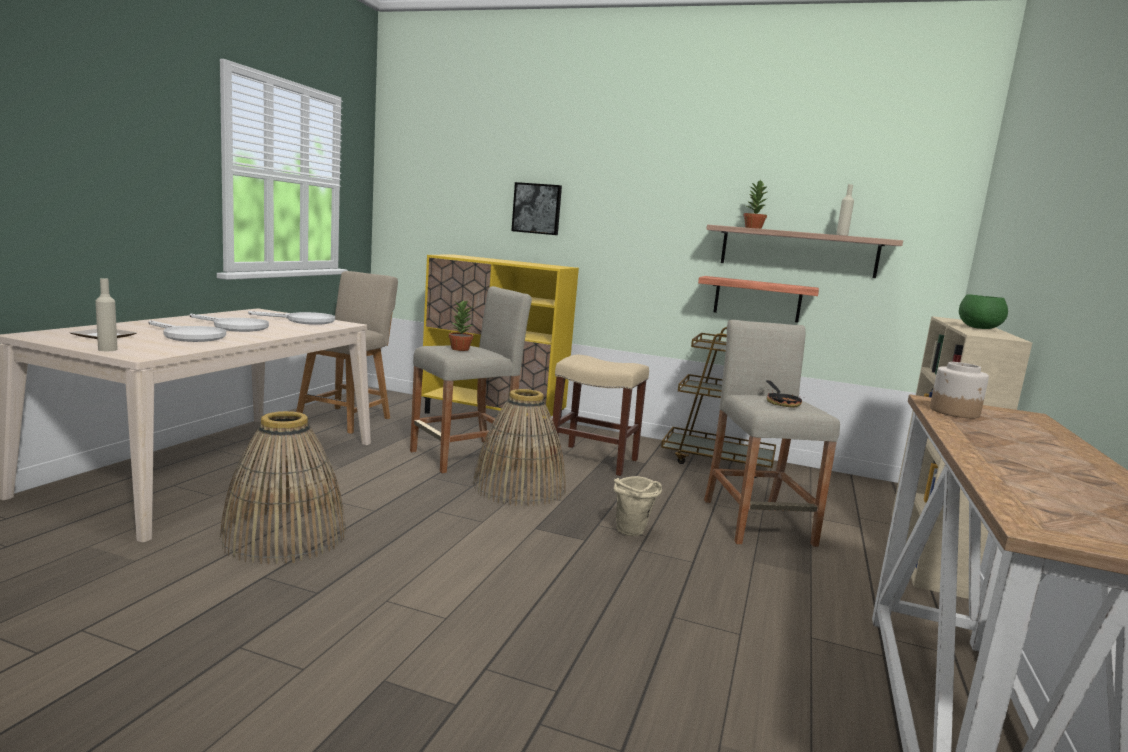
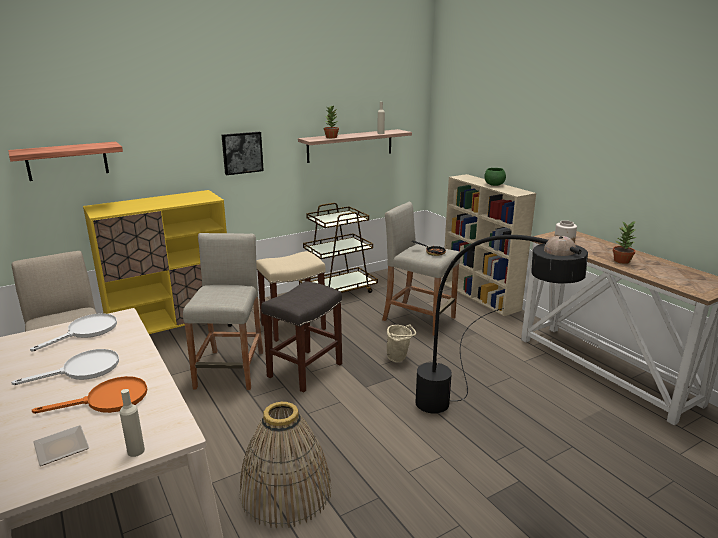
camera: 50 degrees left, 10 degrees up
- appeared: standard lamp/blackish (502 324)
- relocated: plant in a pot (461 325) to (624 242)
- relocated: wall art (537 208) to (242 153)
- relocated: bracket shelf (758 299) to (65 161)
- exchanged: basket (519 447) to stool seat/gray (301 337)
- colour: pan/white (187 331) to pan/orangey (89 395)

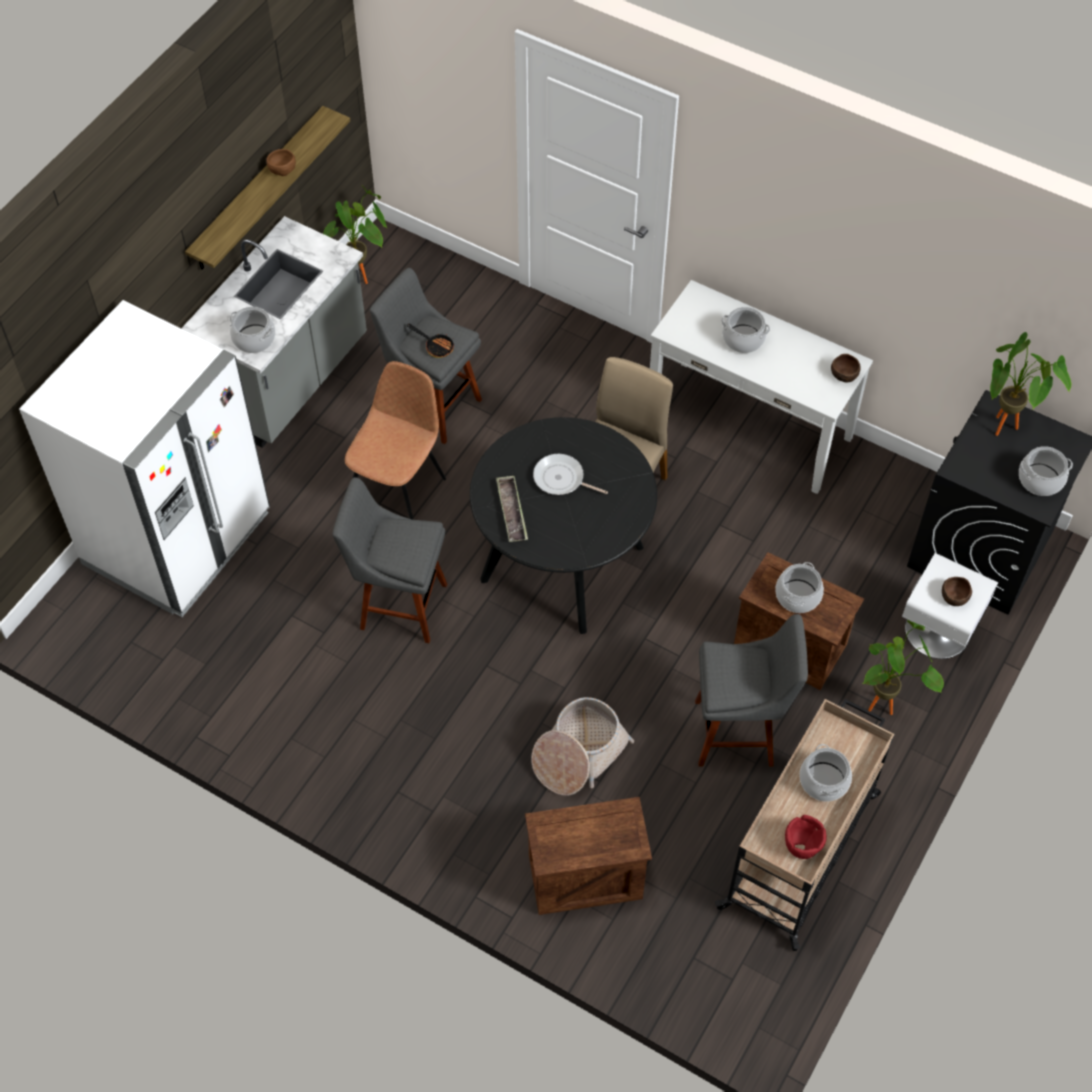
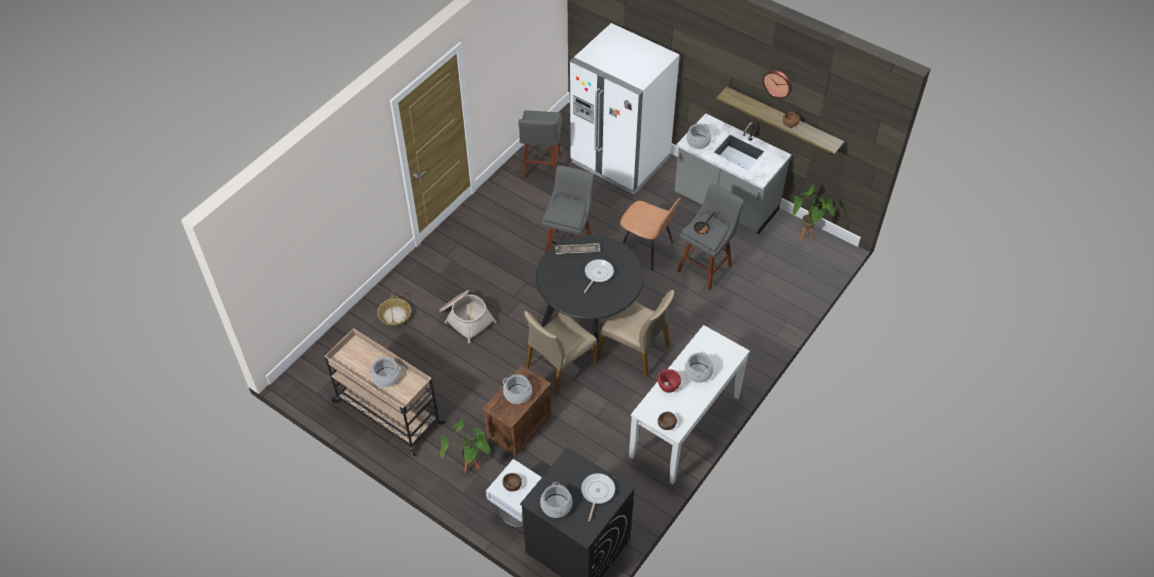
camera: 95 degrees right, 5 degrees down
- appeared: plain chair/beige (561 353)
- appeared: hanging clock (777 84)
- relocated: stool seat/gray (751 690) to (540 144)
- relocated: serving bowl/red-coloured (806 837) to (669 381)
- exchanged: packing crate (588 856) to basket (394 309)
- exchanged: plant in a pot (1031 384) to pan (598 497)

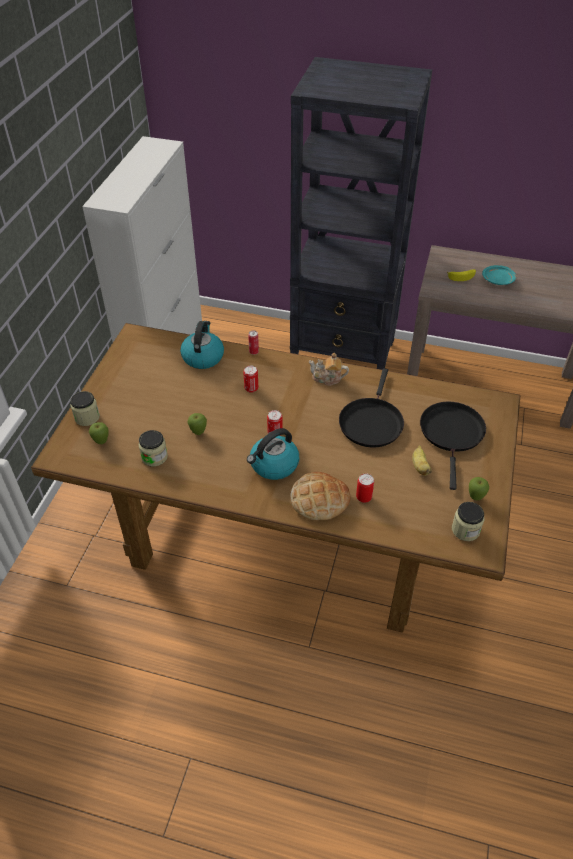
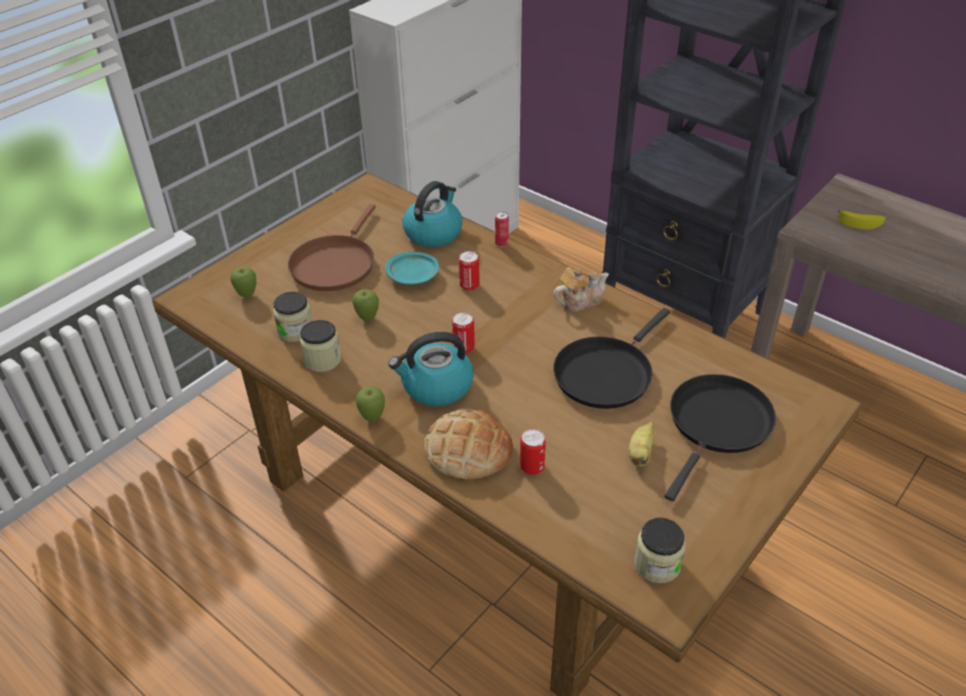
camera: 25 degrees right, 5 degrees down
- appeared: pan/brown (332 247)
- relocated: storage jar (85 408) to (320 346)
- relocated: whole apple (479 488) to (370 404)
- relocated: flat dish/blue-green (499 275) to (412 268)
- spun: tea pot (329 369) = (581 289) 120 degrees clockwise

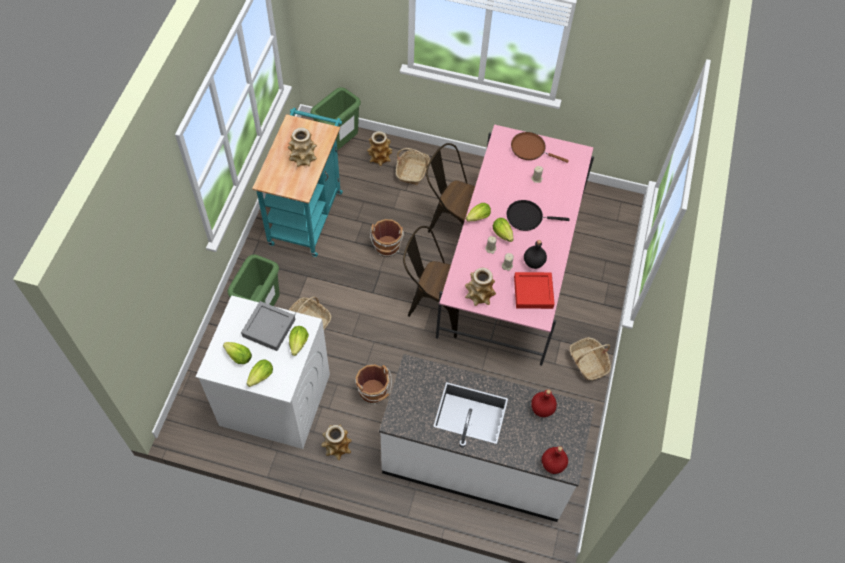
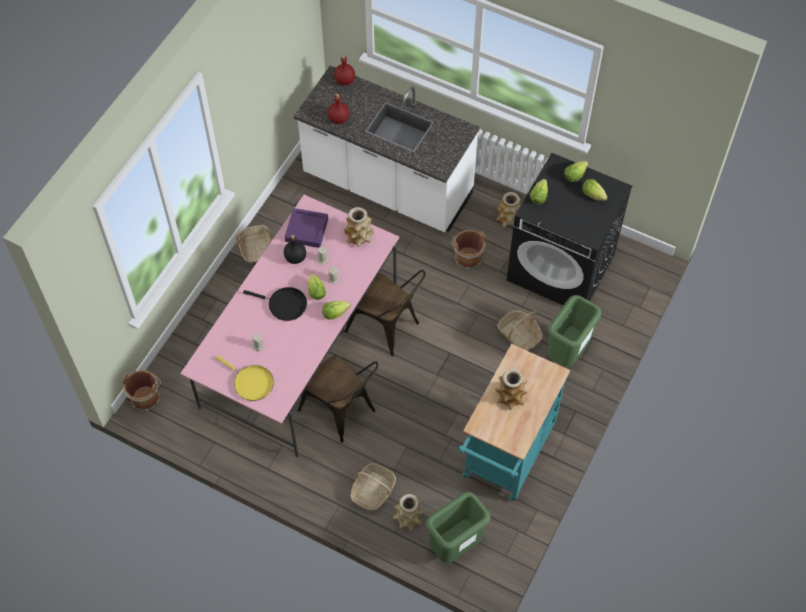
camera: 165 degrees left, 0 degrees up
- missing: tray/gray (268 326)
- relocated: pail/brown (387 238) to (141 390)
- colour: washing machine/white (263 372) to washing machine/blackish (569 229)
- colour: pan/brown (540 147) to pan/yellow-coloured (245 378)
- colour: tray/red-coloured (534 290) to tray/purple-coloured (306 228)

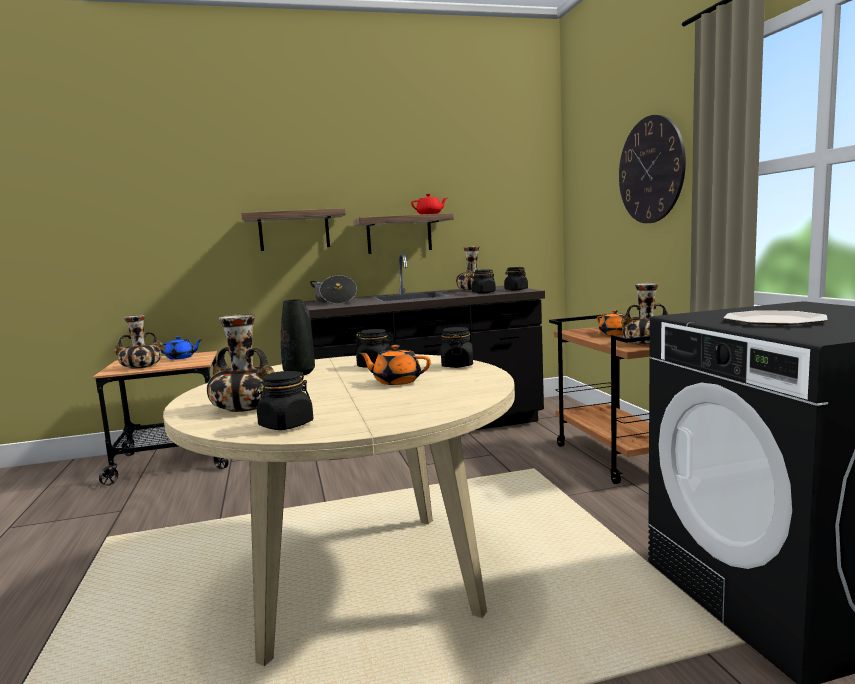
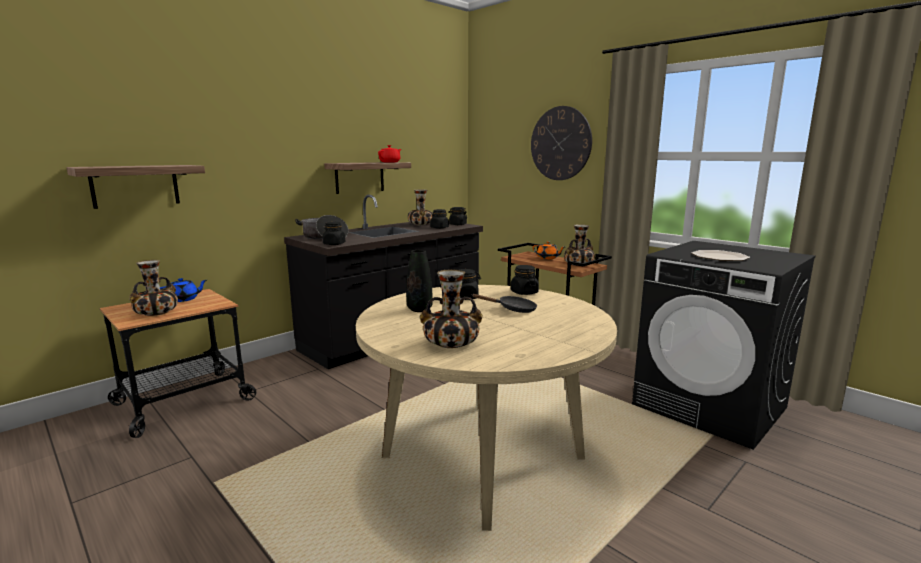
camera: 30 degrees left, 5 degrees up
- relocated: bracket shelf (293 229) to (135 187)
- relocated: storage jar/blackish (284 400) to (333 233)
- exchanged: tea pot/orangey (395 365) to pan/blackish (504 303)

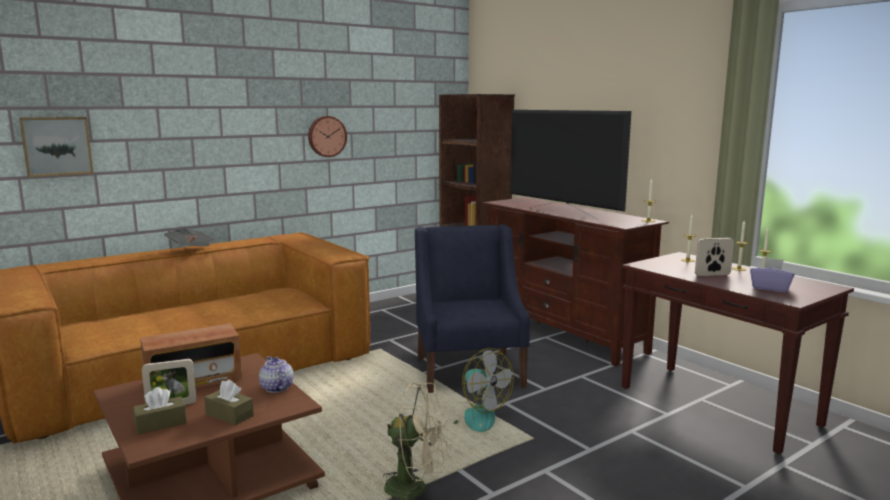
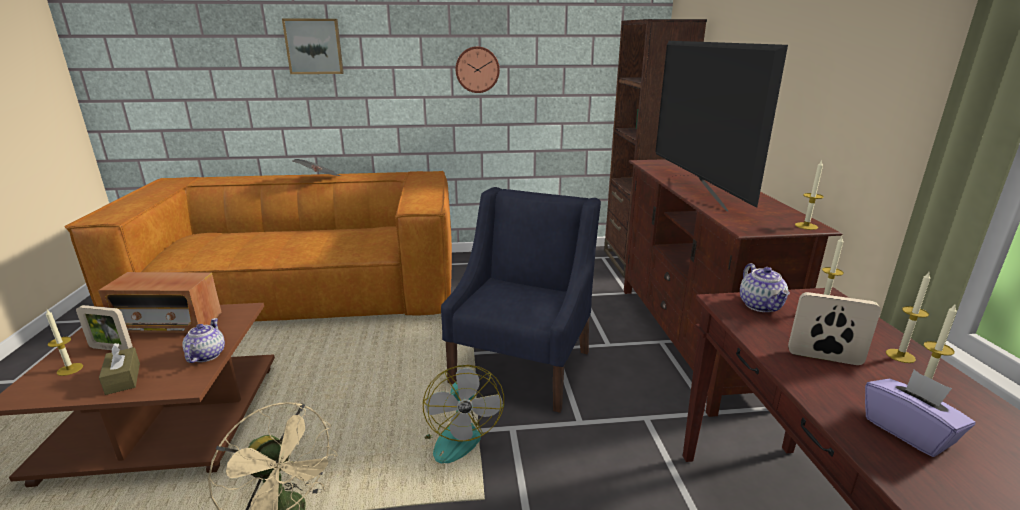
camera: 30 degrees right, 10 degrees up
- appeared: tea pot (765 287)
- relocated: wall art (56 147) to (313 46)
- exchanged: tissue box/brown (160 410) to wax candle (64 343)

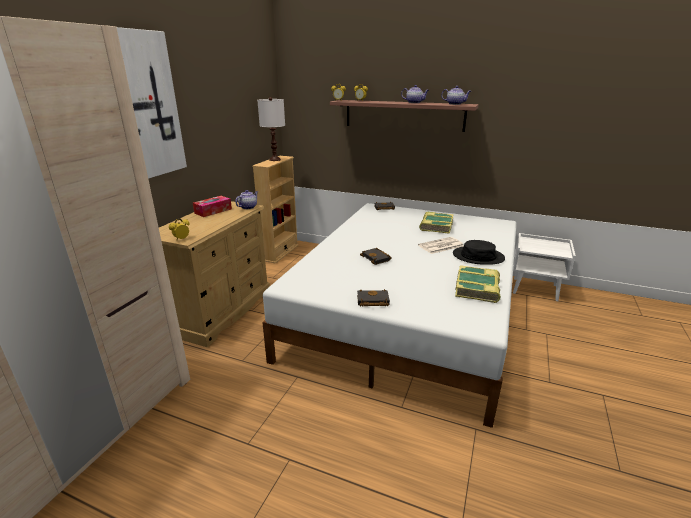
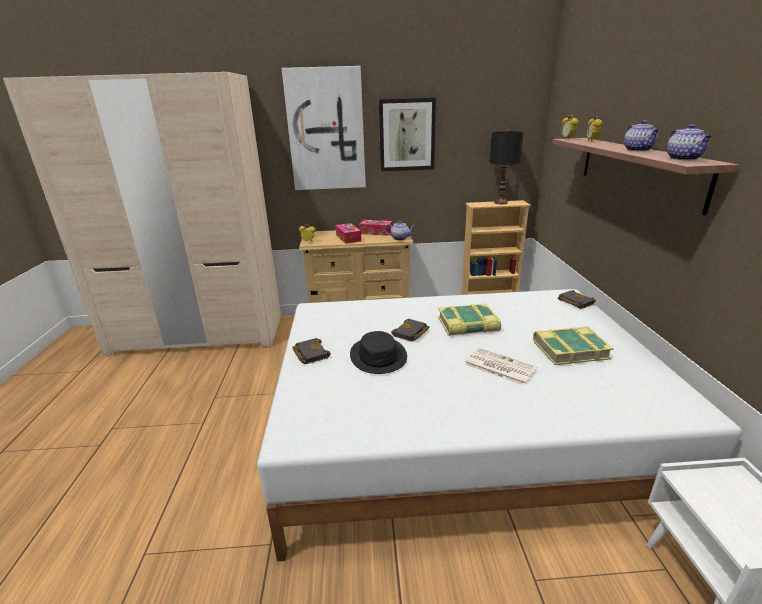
camera: 65 degrees right, 0 degrees up
- appeared: tissue box (348 233)
- appeared: wall art (407 134)
- relocated: clothing hat/blackish (479 252) to (378 352)
- relocated: volume (478 284) to (469 320)
- colour: tabletop lamp/white (271 129) to tabletop lamp/blackish (506 166)

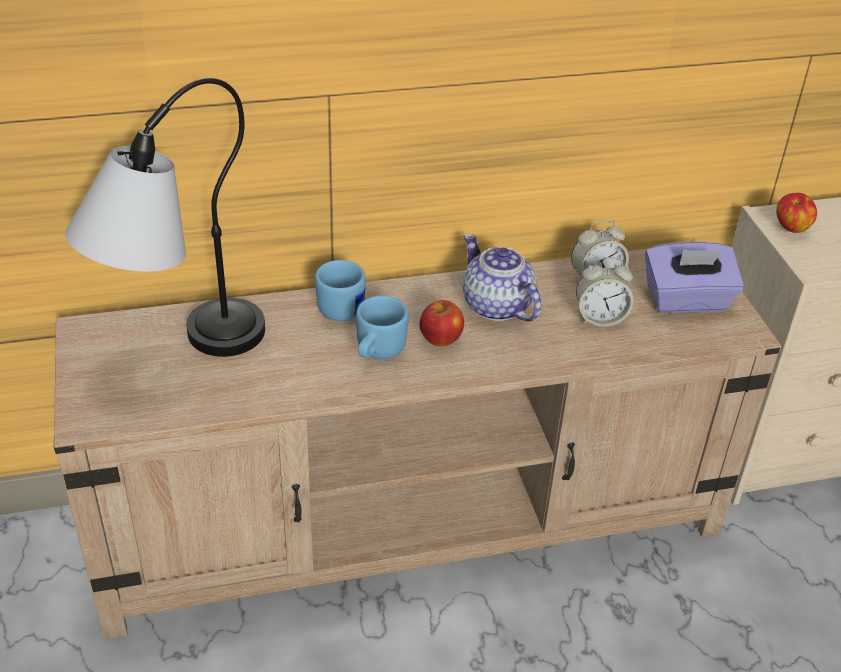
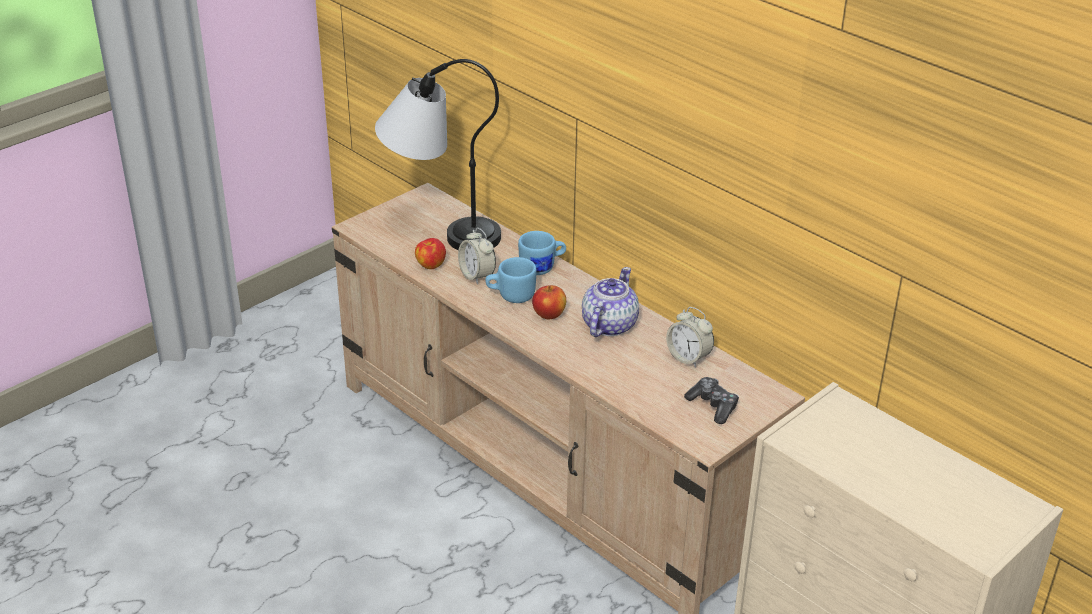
camera: 60 degrees right, 5 degrees down
- relocated: bedside clock (605 292) to (477 256)
- relocated: whole apple (796 213) to (430 253)
- exchanged: tissue box/purple-coloured (694 277) to joypad (711 400)

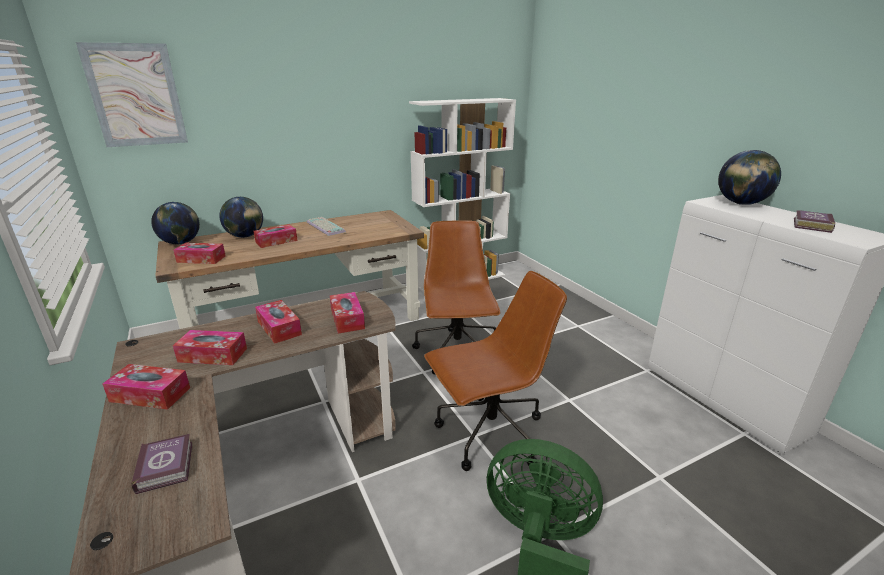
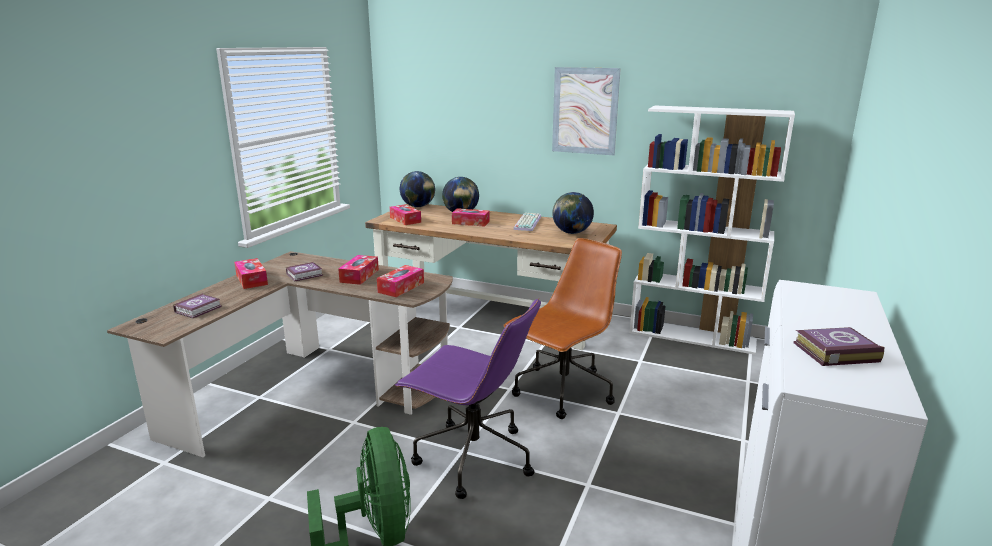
camera: 50 degrees right, 5 degrees down
- relocated: wall art (132 94) to (586 111)
- relocated: globe (749 177) to (573 213)
- exchanged: tissue box (210 347) to volume (304 272)
- colour: office chair/brown (495 371) to office chair/purple-coloured (468 398)

